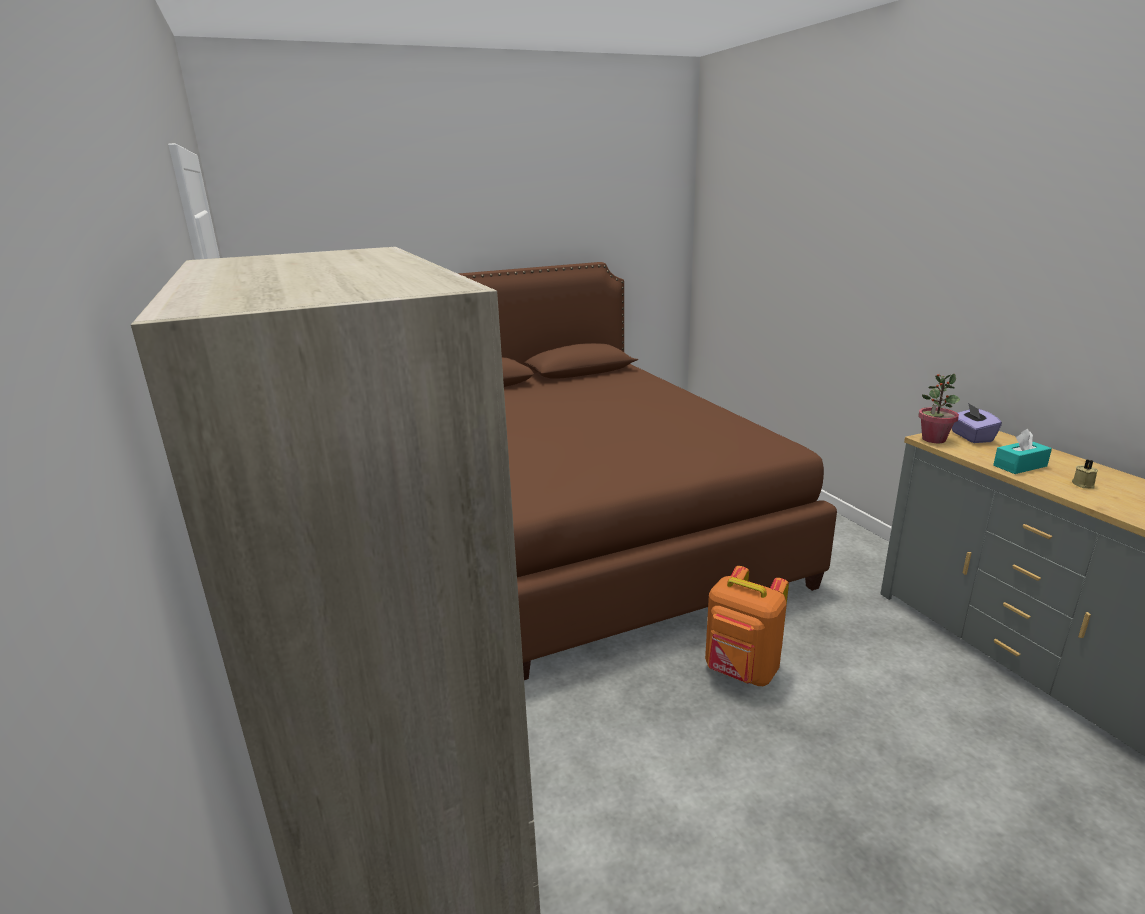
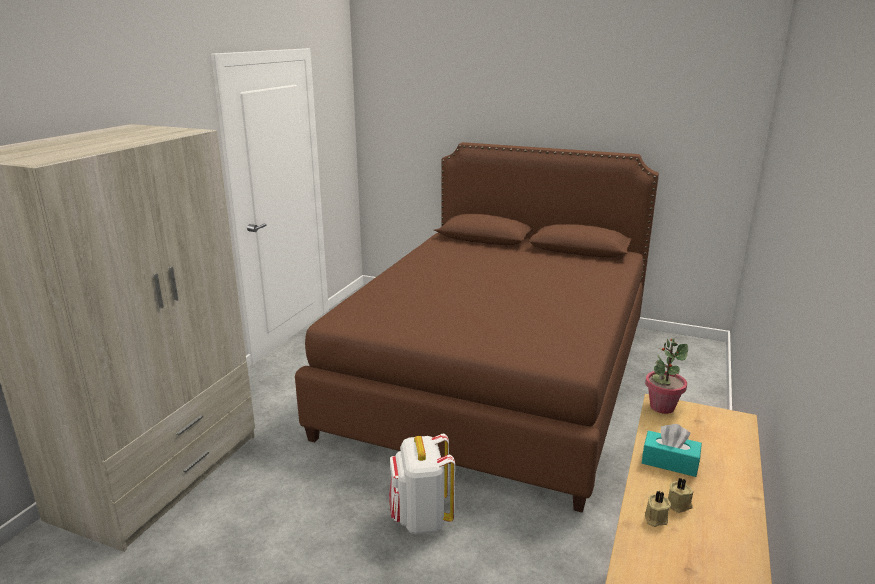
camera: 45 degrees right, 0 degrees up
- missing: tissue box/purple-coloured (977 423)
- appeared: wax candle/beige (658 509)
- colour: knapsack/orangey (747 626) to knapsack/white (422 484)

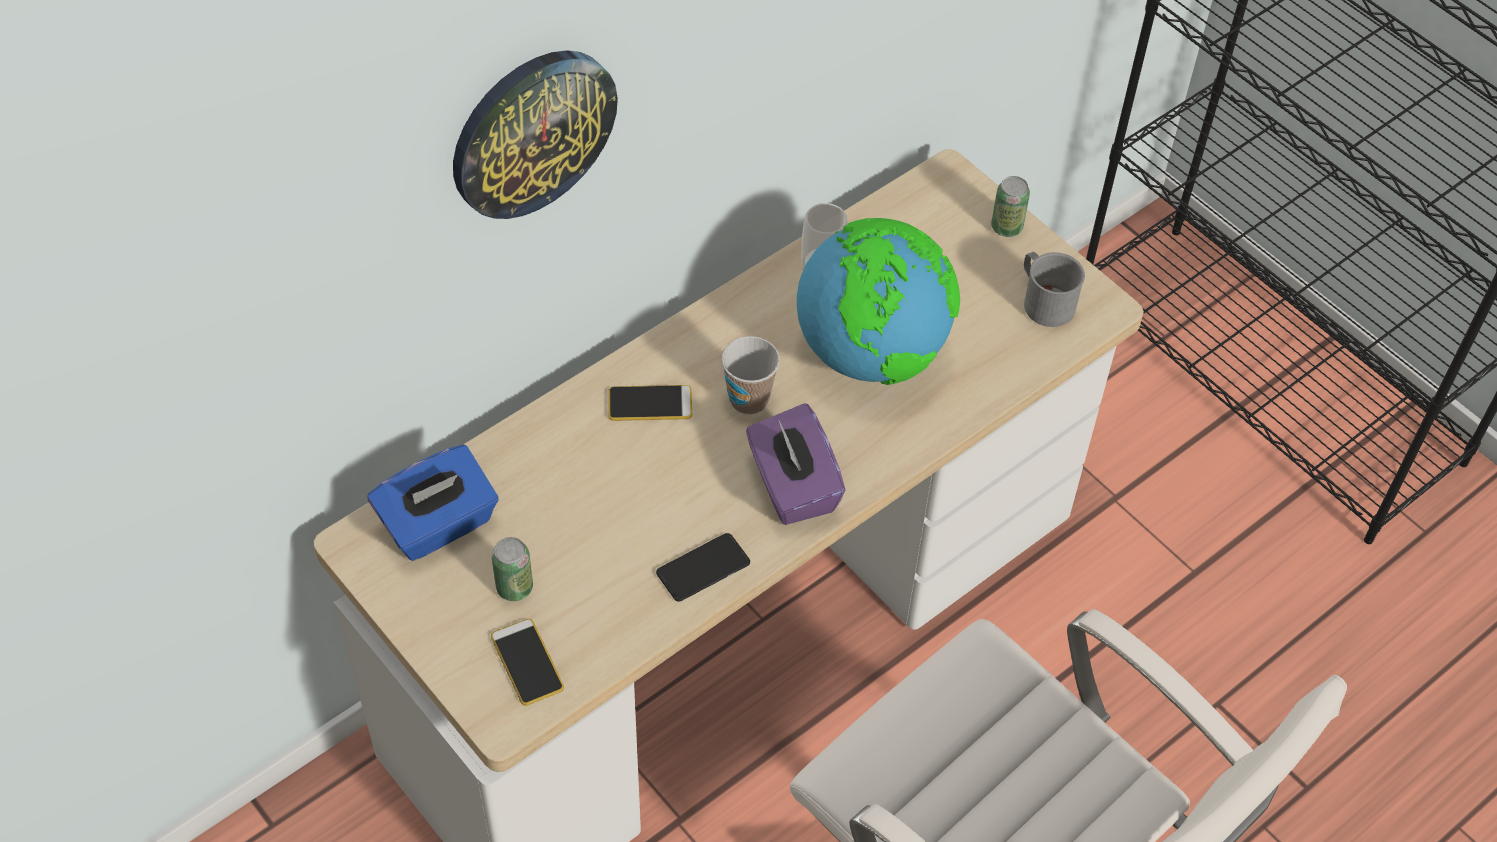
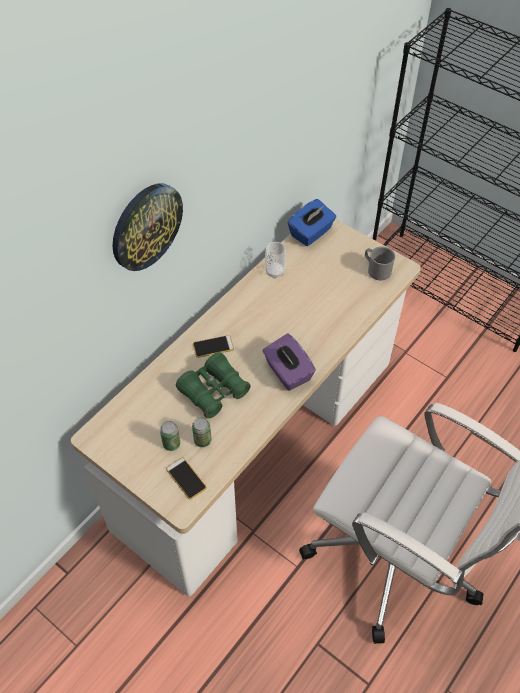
camera: 10 degrees left, 0 degrees up
- missing: handset (703 567)
- missing: drinking cup (750 375)
- missing: globe (878 301)
- appeared: pair of binoculars/greenish (213 385)
- relocated: tissue box/blue-coloured (433 503) to (312 222)
- relocated: sealed can (1010 206) to (202 432)

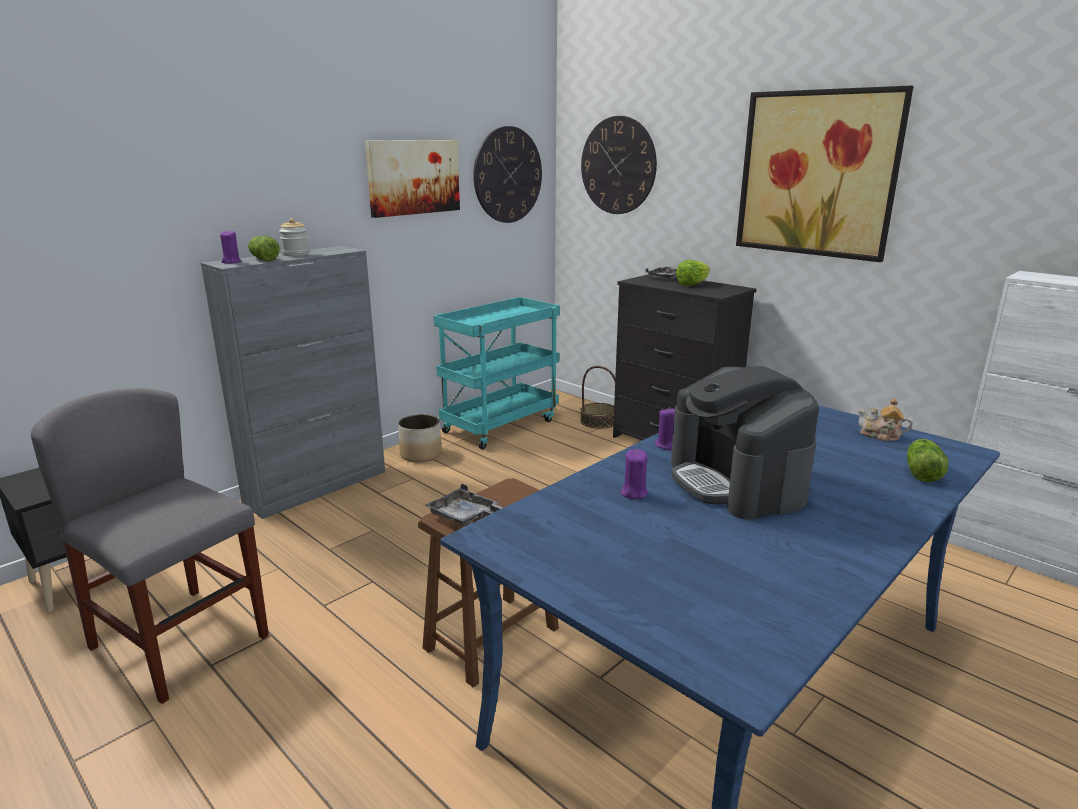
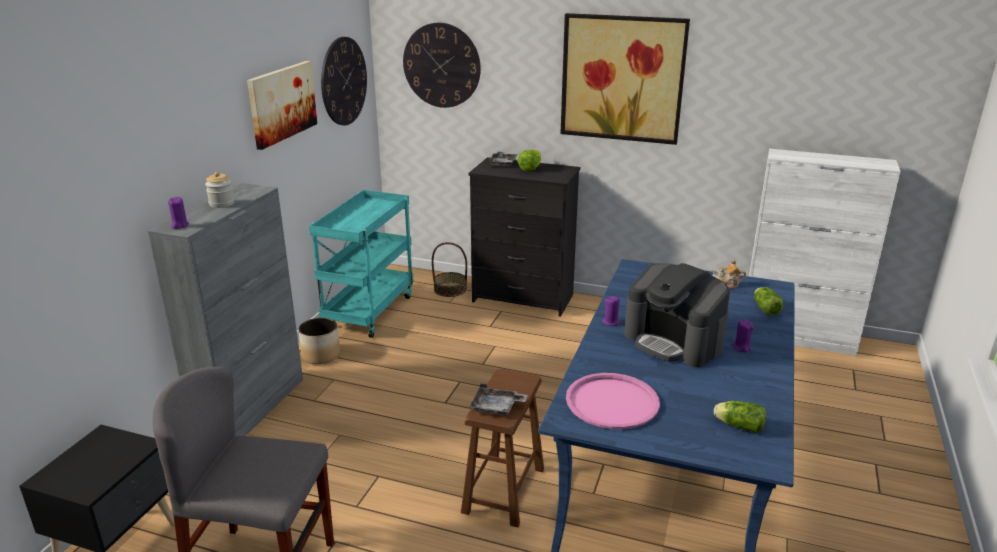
camera: 25 degrees left, 5 degrees up
- appeared: tray/pink-coloured (613 401)
- relocated: head of lettuce (264 248) to (740 417)
- relocated: wax candle/purple-coloured (634 474) to (742 335)

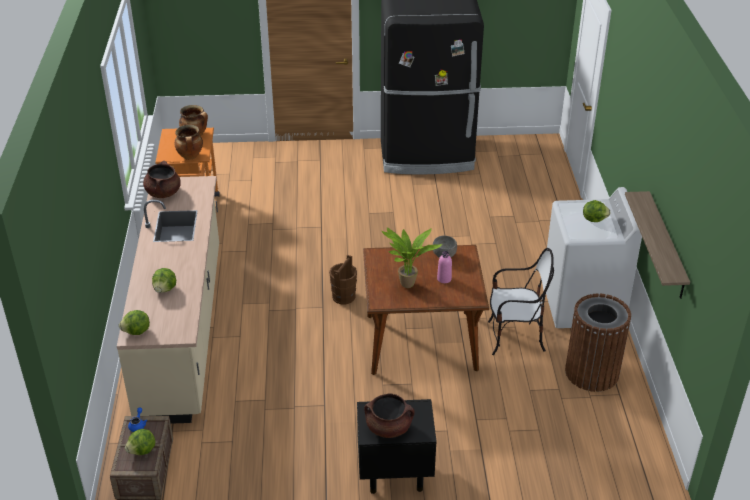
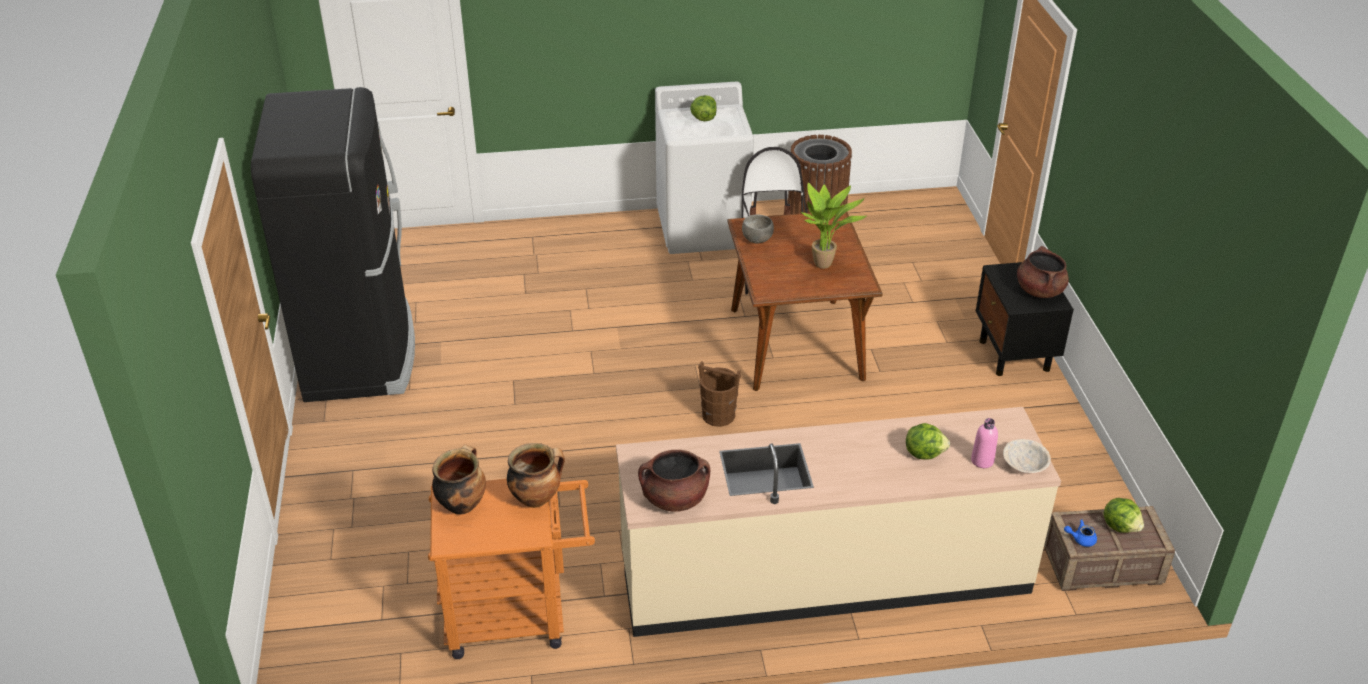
camera: 95 degrees left, 0 degrees up
- missing: bracket shelf (657 245)
- relocated: bottle/pink-coloured (444 267) to (984 443)
- exchanged: head of lettuce (134 322) to serving bowl/beige (1027 456)

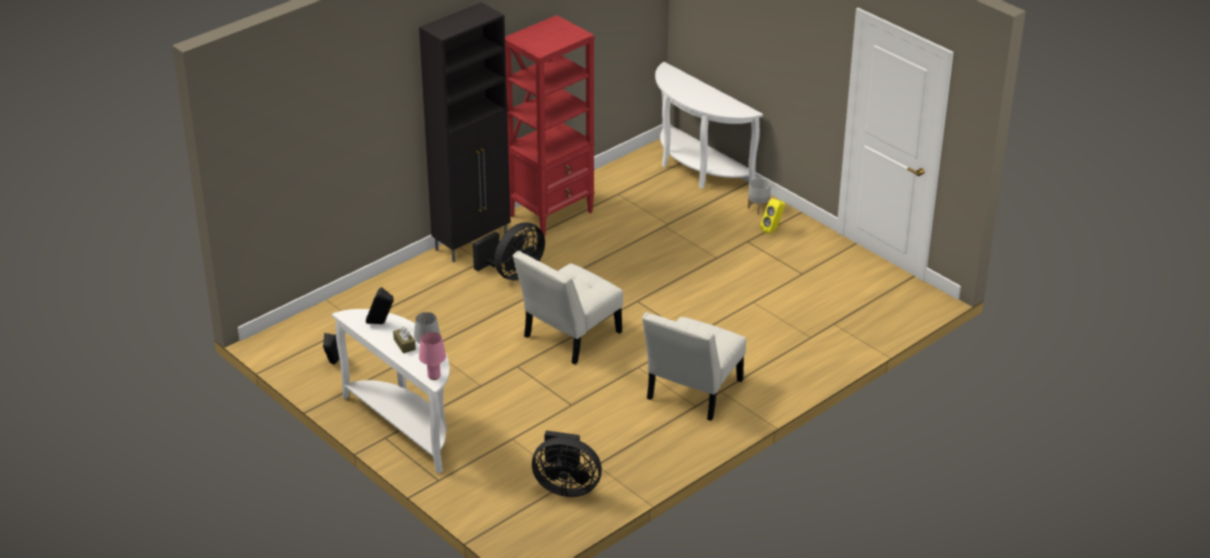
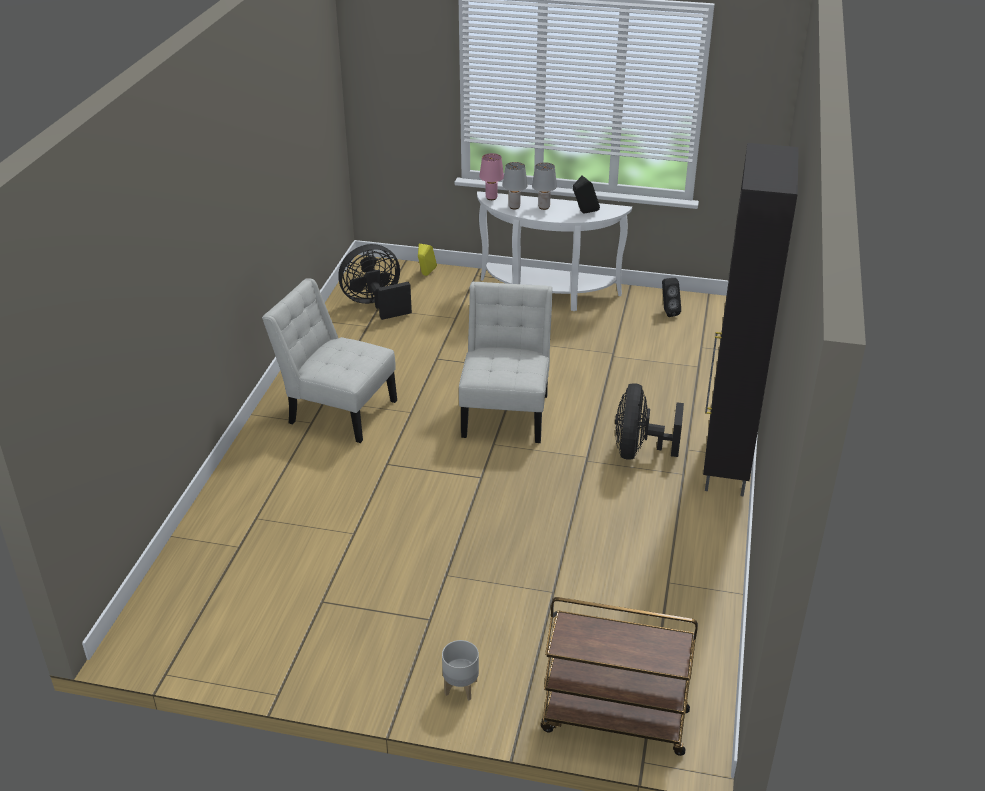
camera: 145 degrees right, 0 degrees up
- missing: shelving unit/red-coloured (550 125)
- relocated: loudspeaker/yellow-coloured (772 216) to (427 260)
- exchanged: tissue box/brown (404 339) to tabletop lamp/gray (544 186)
- exchanged: console table/white (709 125) to cart/brown (619 676)
- spun: plain chair/white (694 366) = (329 360) 60 degrees counterclockwise

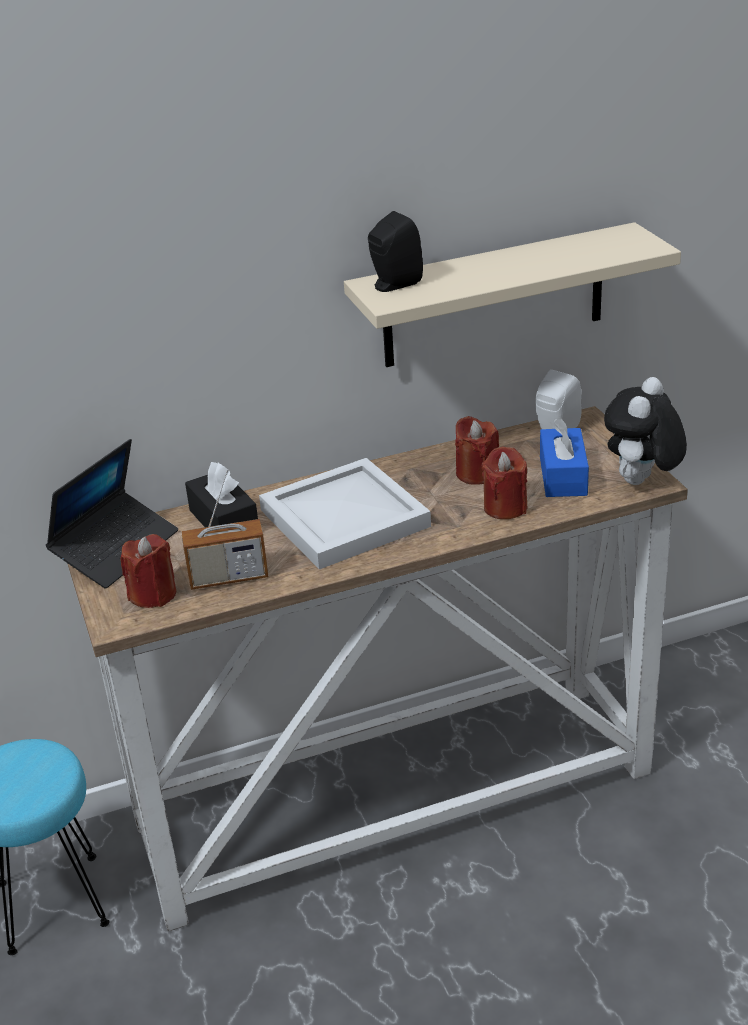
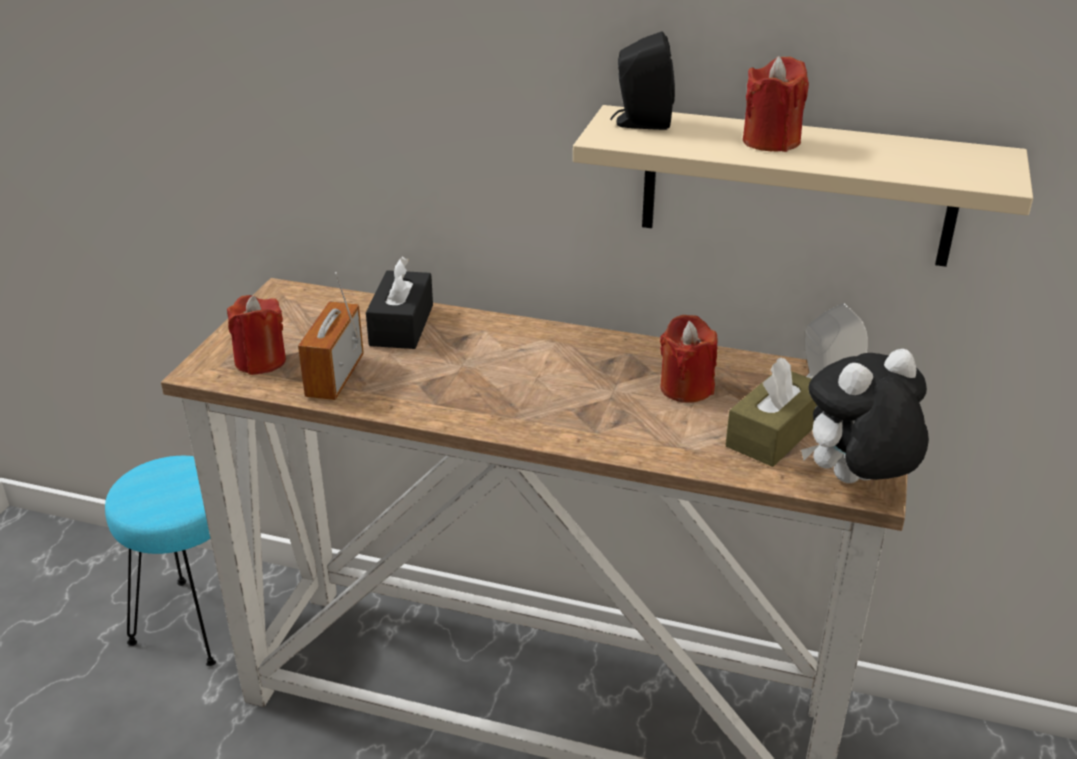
camera: 35 degrees right, 0 degrees up
- missing: portable computer (112 514)
- missing: tray/white (345 513)
- relocated: wax candle/red-coloured (504 483) to (776 104)
- colour: tissue box/blue-coloured (564 457) to tissue box/brown (771 412)
- spun: radio receiver (224 529) = (331 336) 75 degrees clockwise

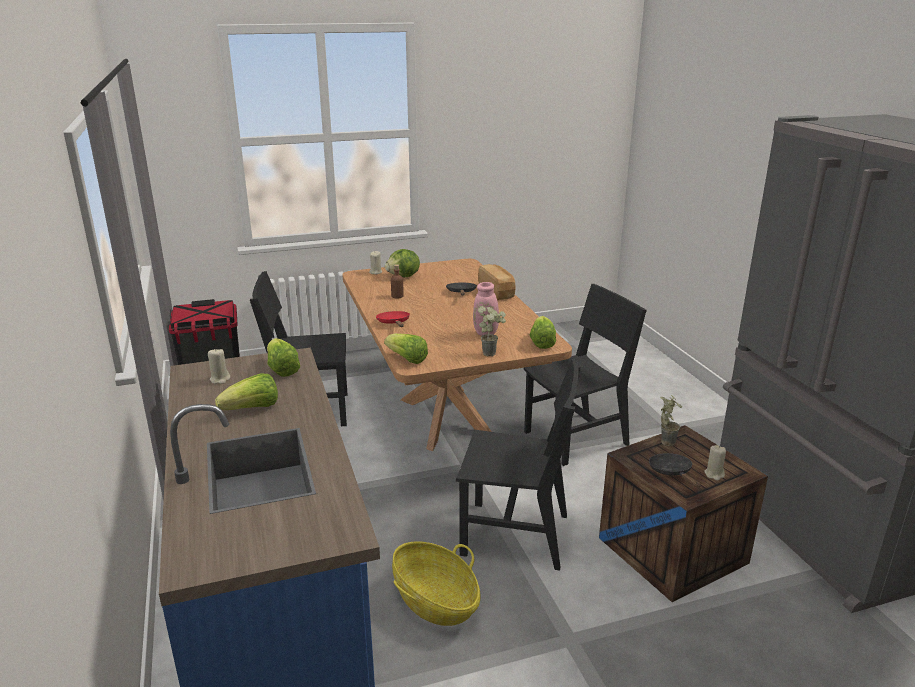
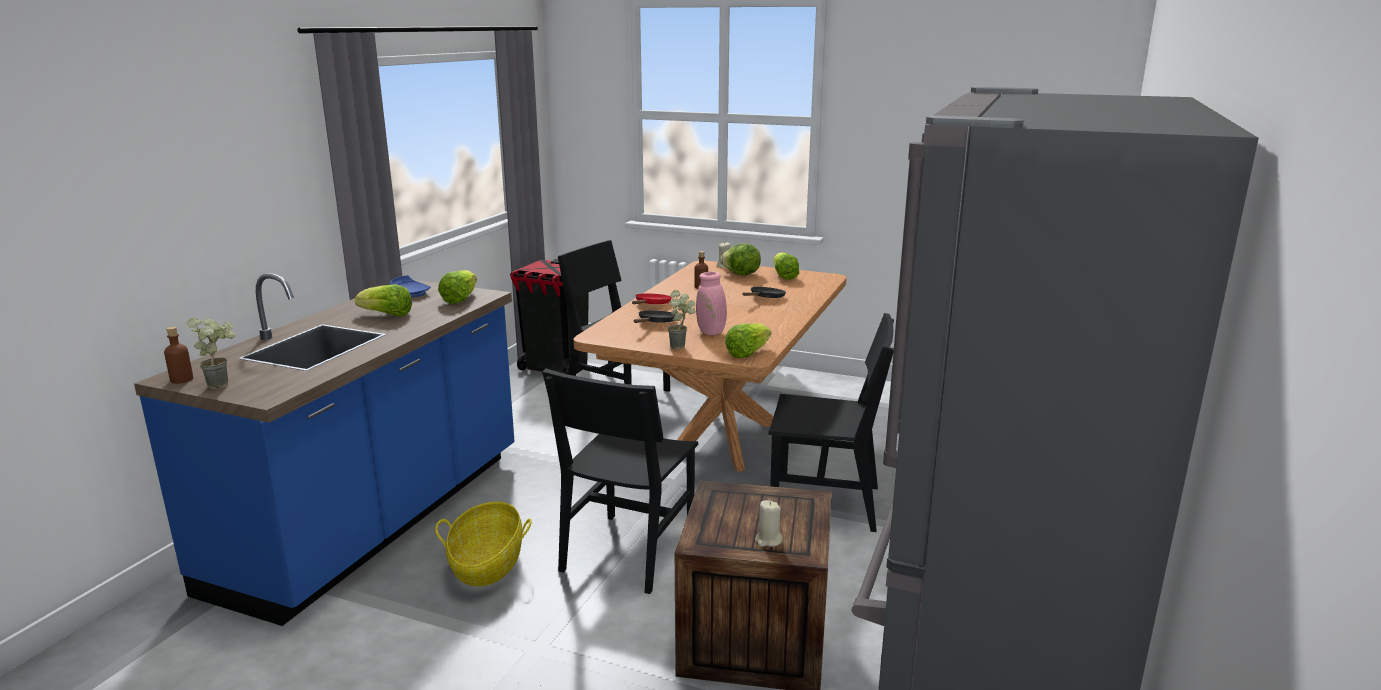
camera: 40 degrees right, 5 degrees down
- missing: bakery bread (497 282)
- appeared: bottle/brown (178 355)
- relocated: head of lettuce (406 348) to (786 266)
- relocated: pan/blackish (675 470) to (654 316)
- relocated: plant in a pot (671 420) to (211 353)
- exchanged: wax candle/beige (219 366) to flat dish/blue-coloured (410 286)
- spun: plain chair/blackish (518 464) = (620 481) 60 degrees clockwise

